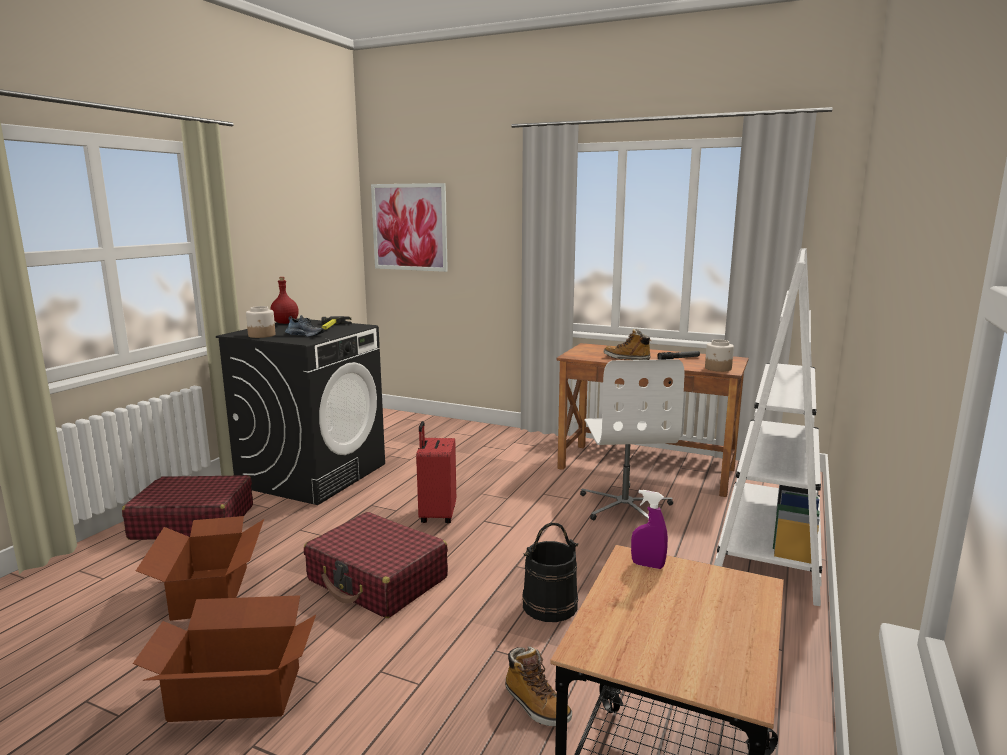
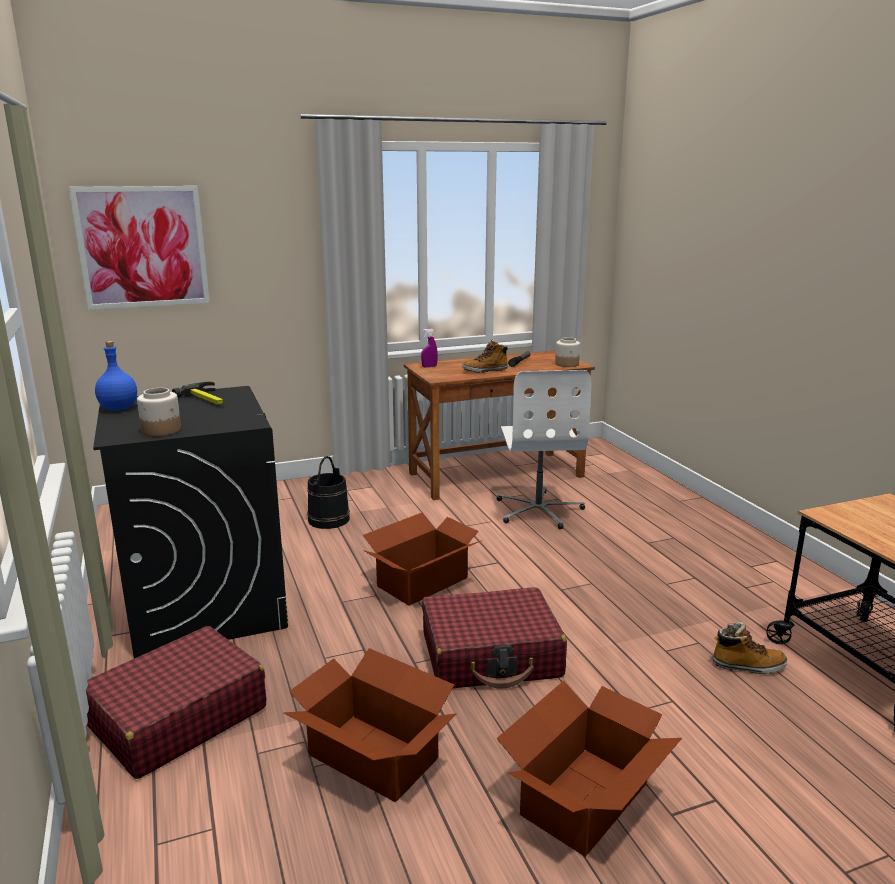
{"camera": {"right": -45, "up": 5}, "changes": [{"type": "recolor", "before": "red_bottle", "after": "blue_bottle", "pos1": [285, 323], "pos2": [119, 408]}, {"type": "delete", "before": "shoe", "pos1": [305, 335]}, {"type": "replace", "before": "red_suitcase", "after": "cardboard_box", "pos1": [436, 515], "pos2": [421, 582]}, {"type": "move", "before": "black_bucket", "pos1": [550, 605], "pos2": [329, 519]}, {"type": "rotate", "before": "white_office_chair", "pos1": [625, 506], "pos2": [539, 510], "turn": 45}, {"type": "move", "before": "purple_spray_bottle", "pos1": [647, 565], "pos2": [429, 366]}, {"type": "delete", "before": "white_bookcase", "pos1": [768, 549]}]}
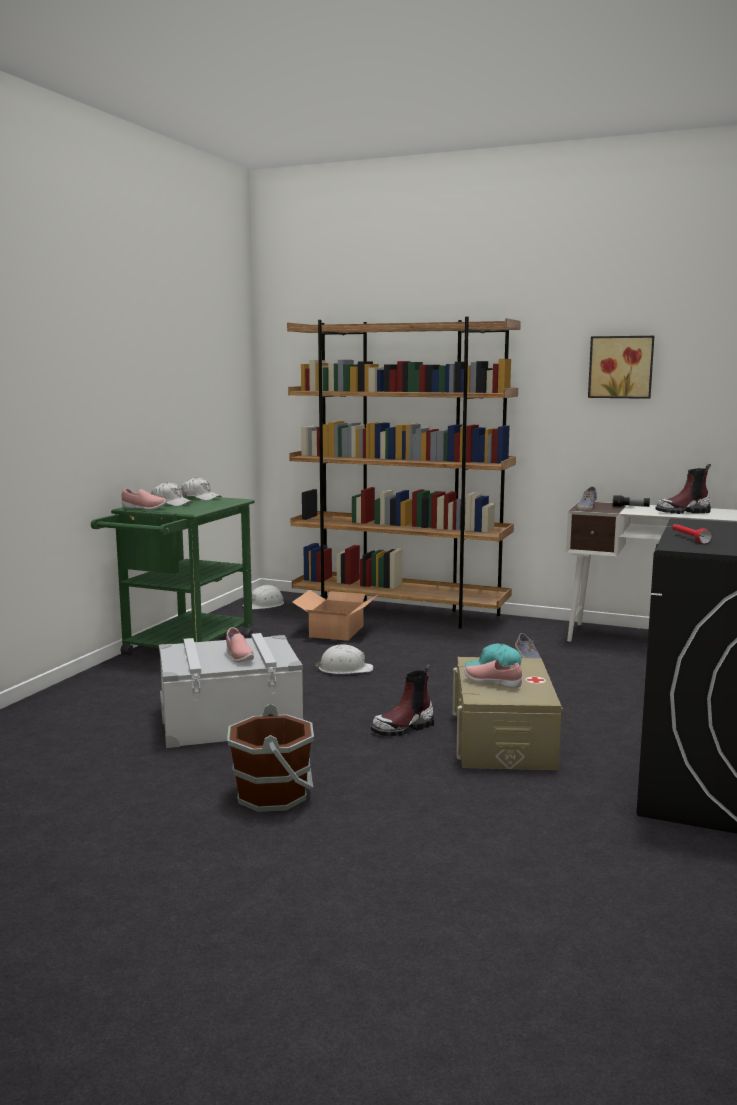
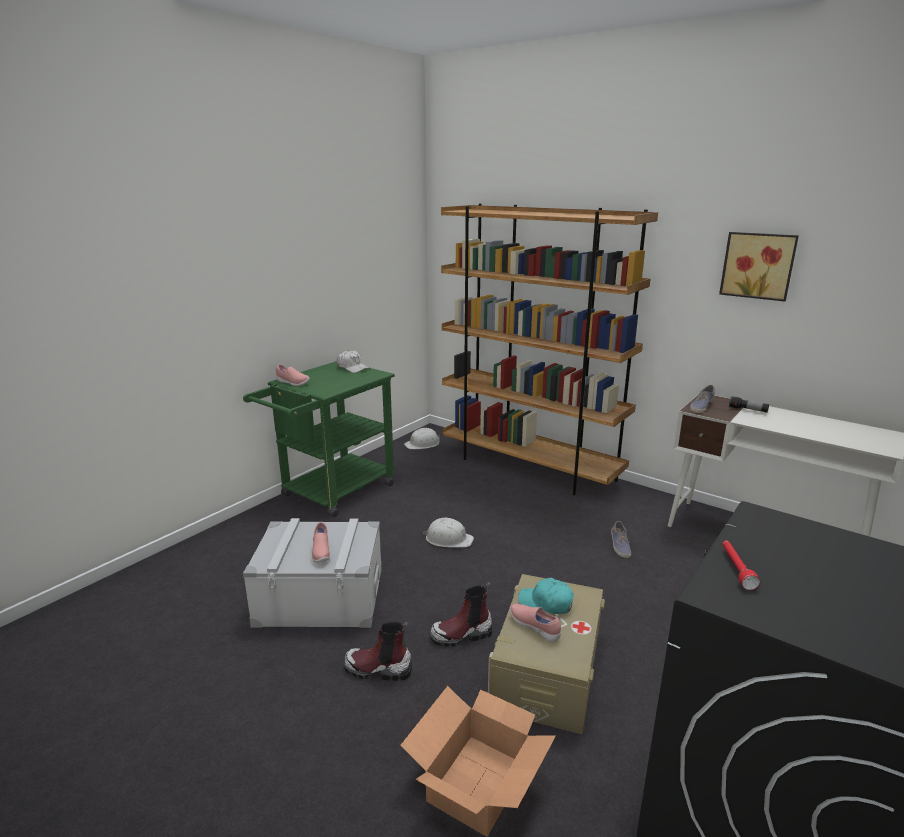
{"camera": {"right": 15, "up": 10}, "changes": [{"type": "delete", "before": "white_cap", "pos1": [171, 503]}, {"type": "delete", "before": "brown_bucket", "pos1": [273, 794]}, {"type": "move", "before": "cardboard_box", "pos1": [337, 631], "pos2": [479, 782]}, {"type": "move", "before": "boot", "pos1": [683, 512], "pos2": [378, 669]}]}
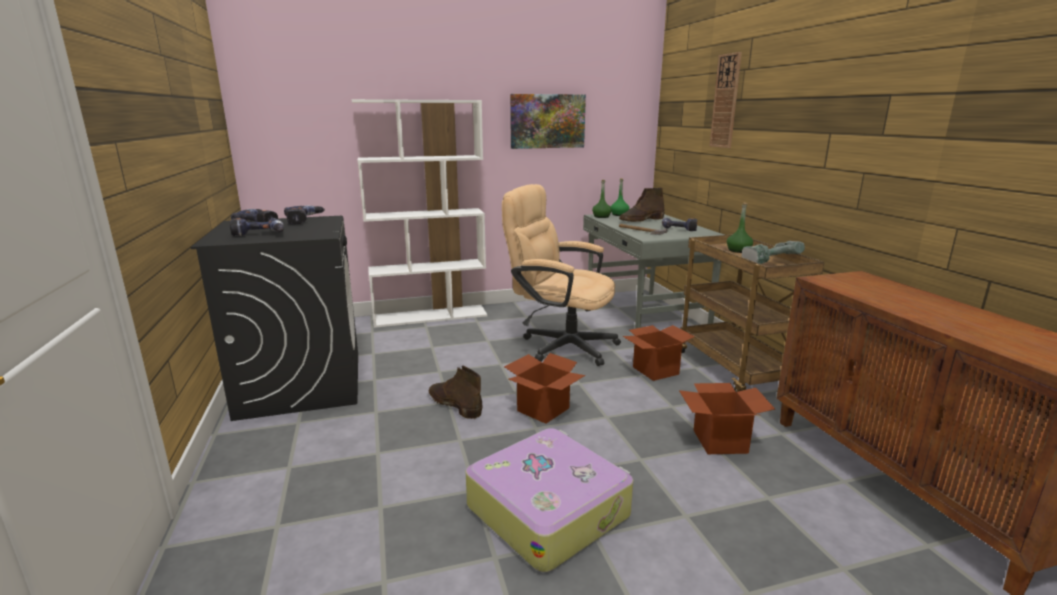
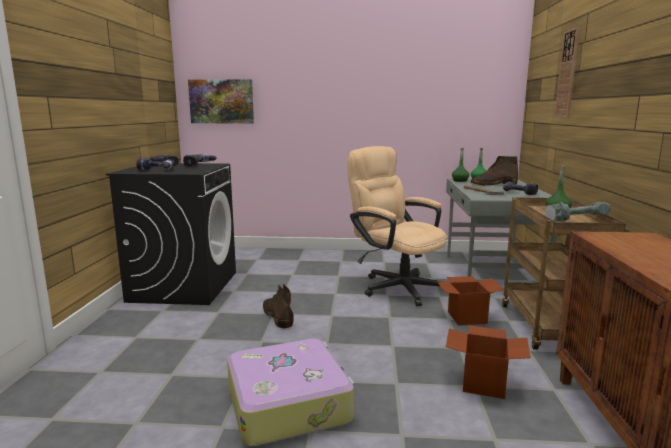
{"camera": {"right": 20, "up": -5}, "changes": [{"type": "delete", "before": "white_bookcase", "pos1": [430, 316]}, {"type": "delete", "before": "cardboard_box", "pos1": [543, 409]}, {"type": "move", "before": "picture", "pos1": [547, 121], "pos2": [221, 101]}]}
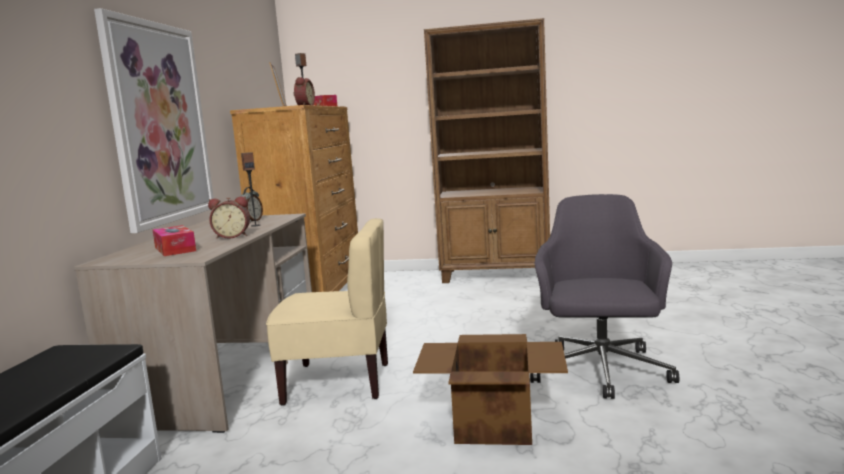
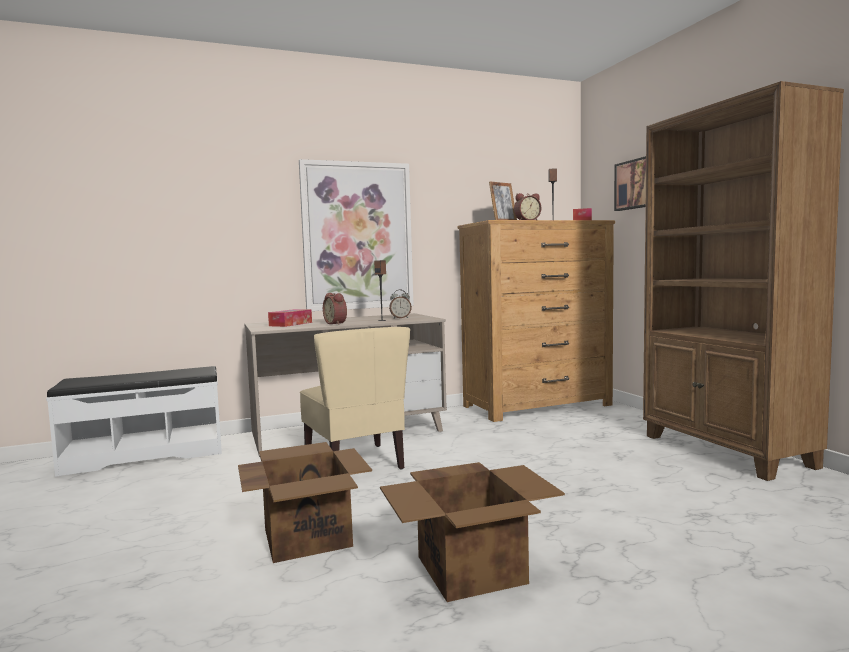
{"camera": {"right": 60, "up": -5}, "changes": [{"type": "replace", "before": "grey_office_chair", "after": "cardboard_box", "pos1": [601, 372], "pos2": [473, 569]}, {"type": "insert", "after": "picture", "pos2": [634, 184]}]}
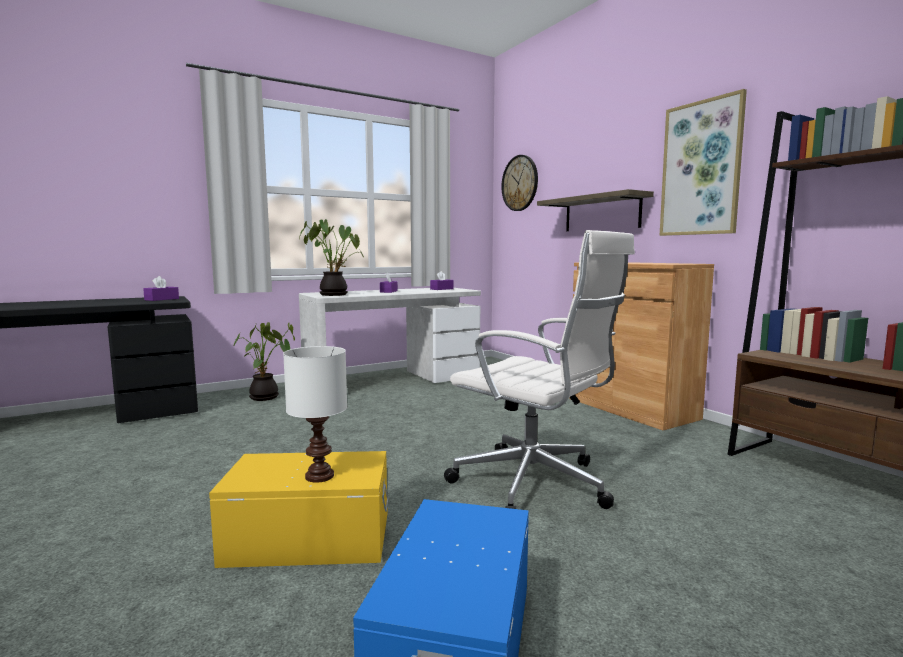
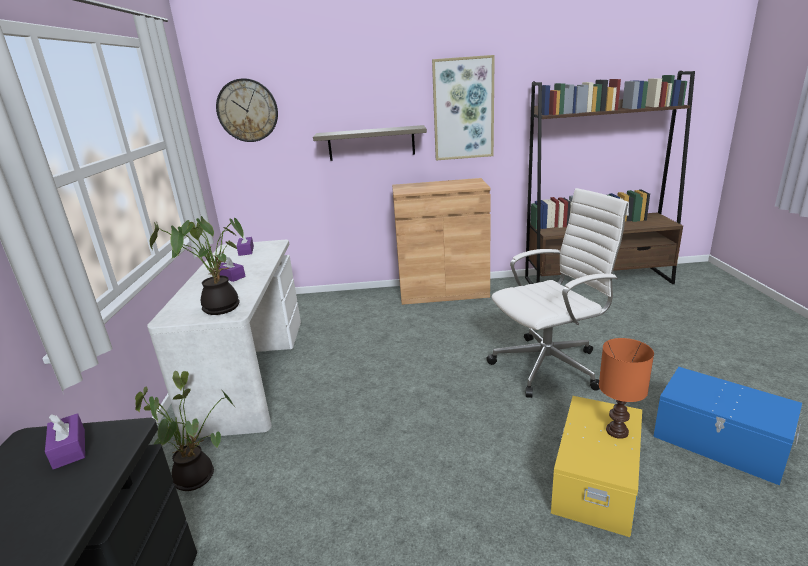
{"camera": {"right": -60, "up": 15}, "changes": [{"type": "recolor", "before": "white_table_lamp", "after": "orange_table_lamp", "pos1": [320, 476], "pos2": [618, 431]}]}
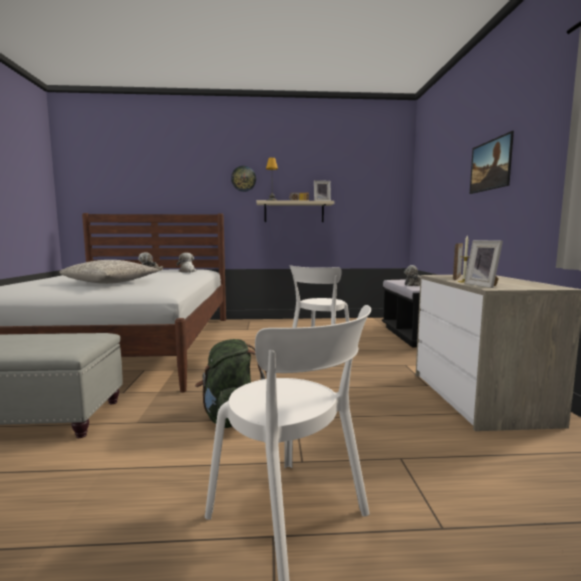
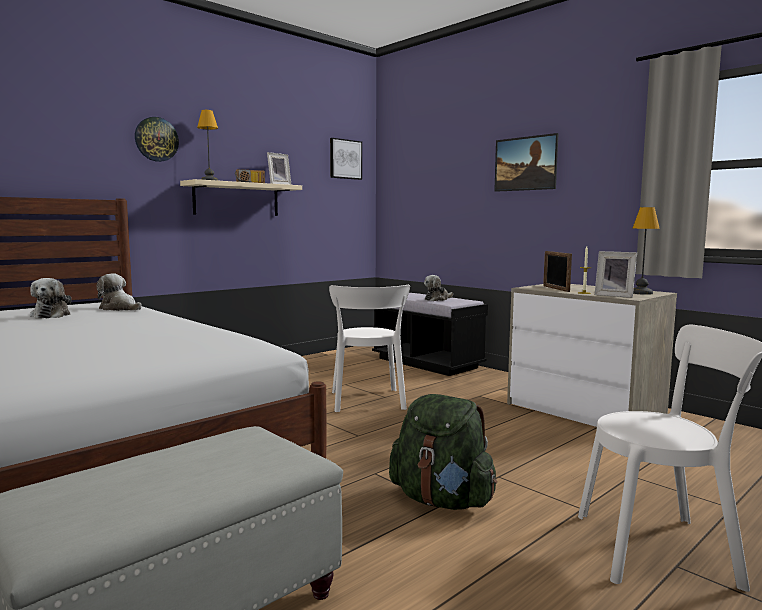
{"camera": {"right": -40, "up": 0}, "changes": [{"type": "delete", "before": "grey_pillow", "pos1": [111, 282]}, {"type": "insert", "after": "picture", "pos2": [345, 159]}, {"type": "insert", "after": "table_lamp", "pos2": [641, 293]}]}
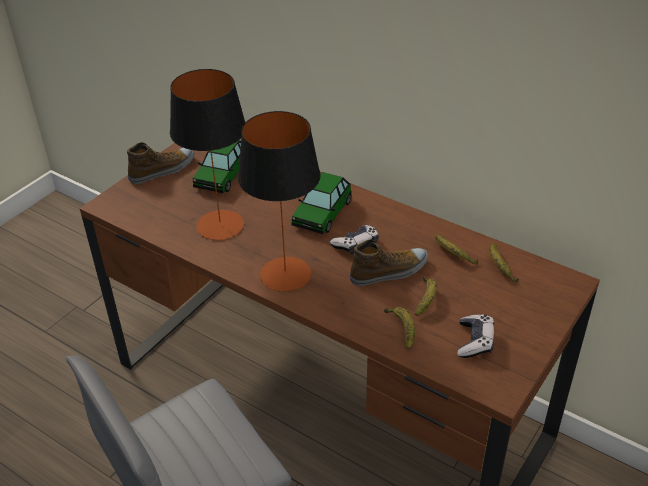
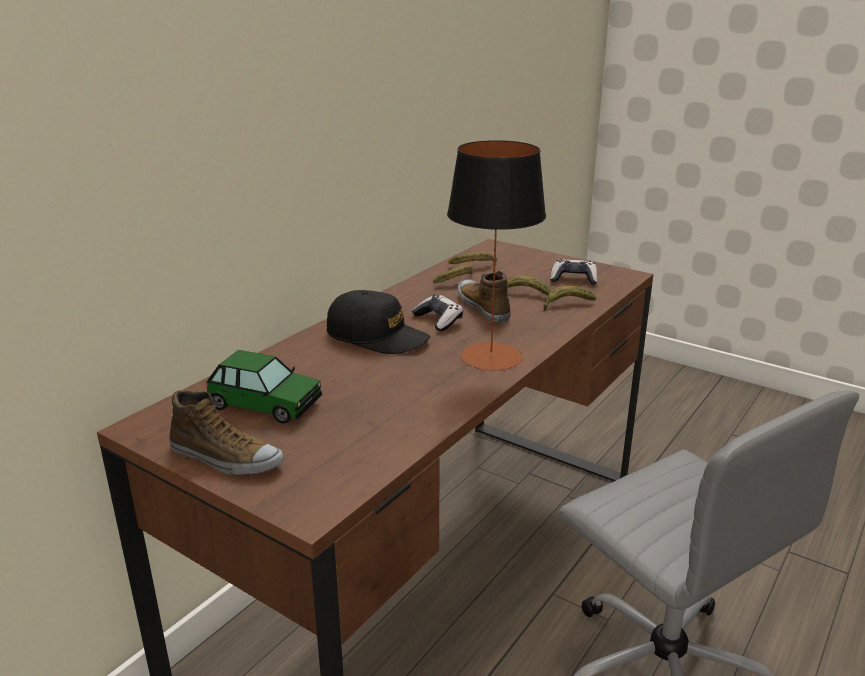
{"camera": {"right": -90, "up": -15}, "changes": [{"type": "rotate", "before": "shoe", "pos1": [163, 170], "pos2": [225, 458], "turn": 150}, {"type": "delete", "before": "table_lamp", "pos1": [220, 225]}, {"type": "replace", "before": "toy_car", "after": "black_cap", "pos1": [322, 213], "pos2": [377, 337]}]}
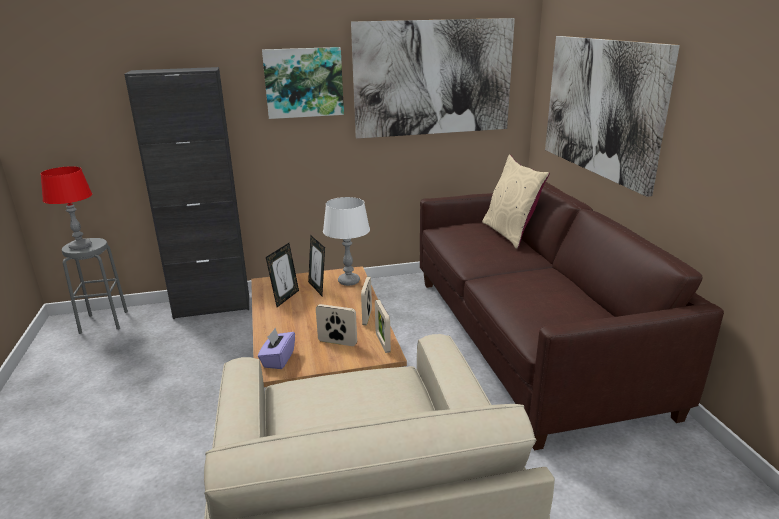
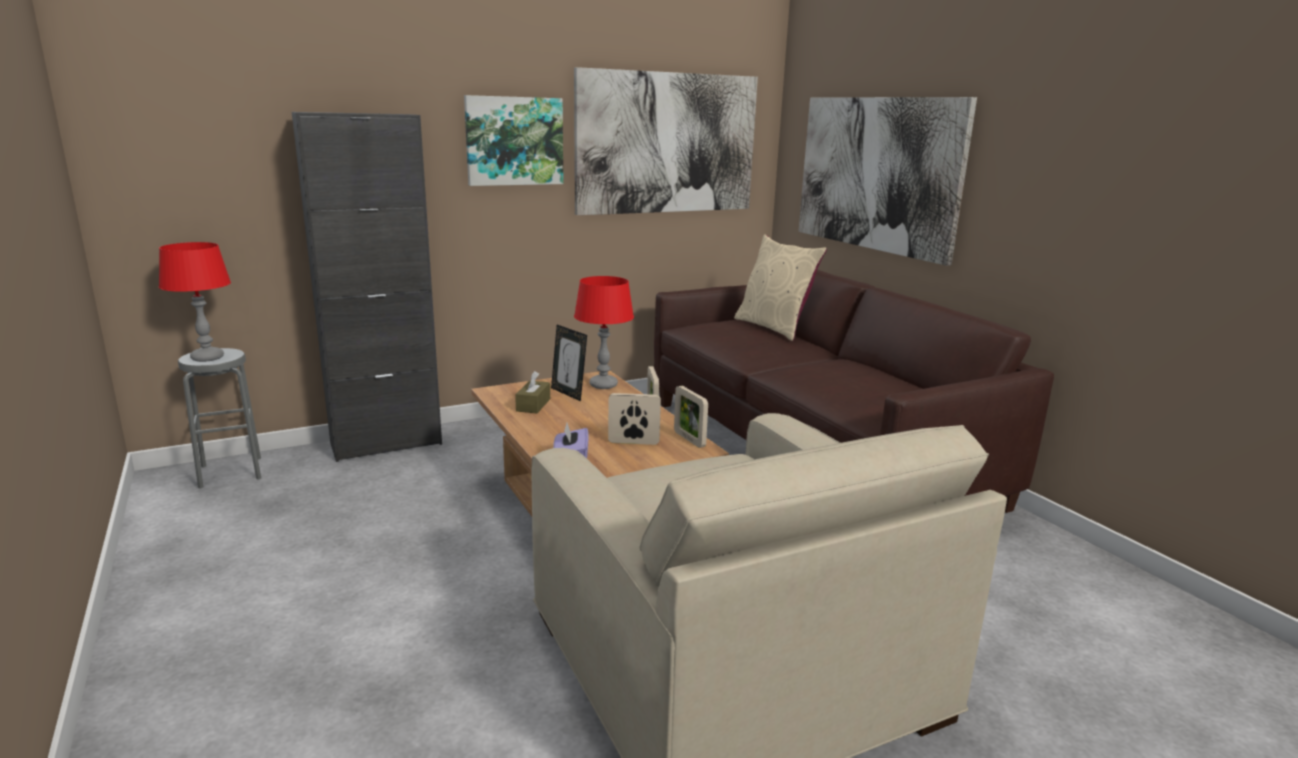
{"camera": {"right": -15, "up": -5}, "changes": [{"type": "replace", "before": "picture_frame", "after": "brown_tissue_box", "pos1": [285, 298], "pos2": [533, 405]}, {"type": "recolor", "before": "white_table_lamp", "after": "red_table_lamp", "pos1": [349, 281], "pos2": [603, 385]}]}
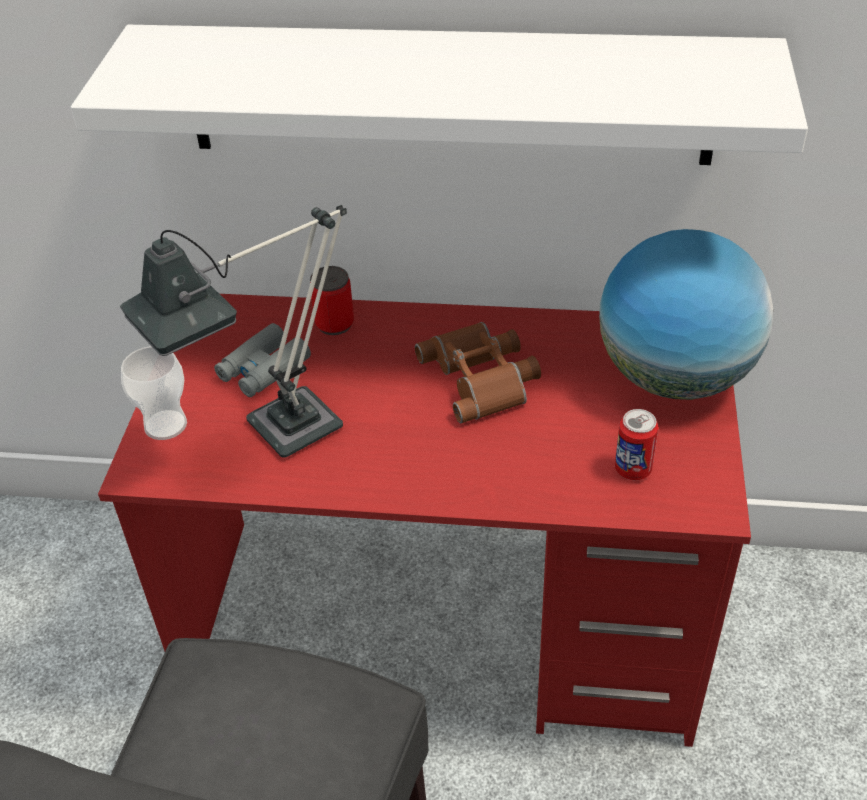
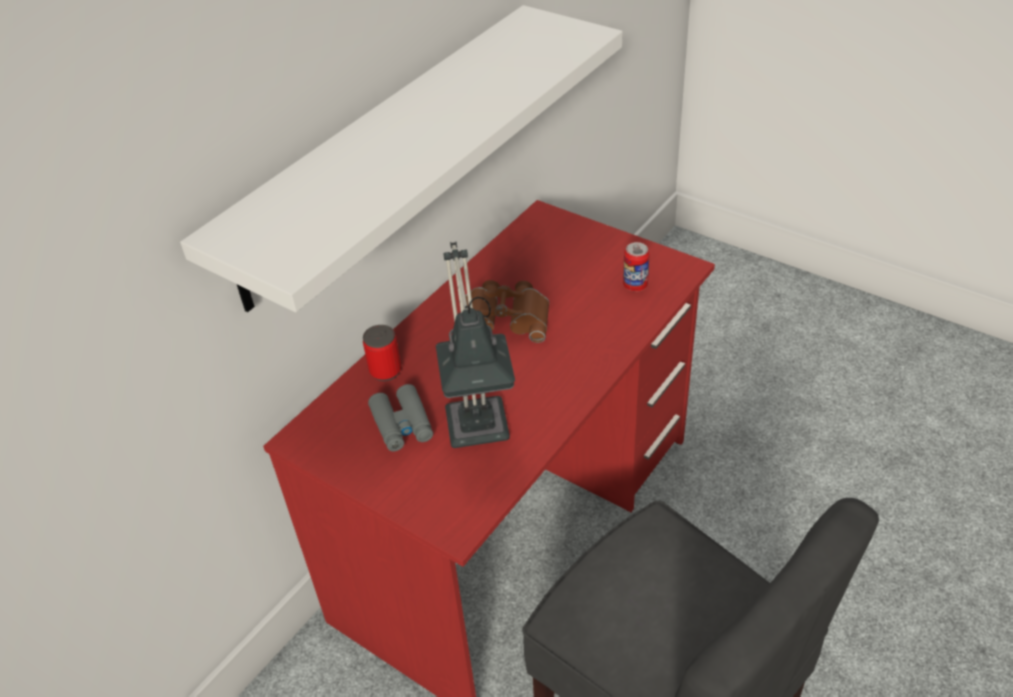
{"camera": {"right": -60, "up": 0}, "changes": [{"type": "delete", "before": "cup", "pos1": [165, 425]}, {"type": "delete", "before": "globe", "pos1": [674, 377]}]}
